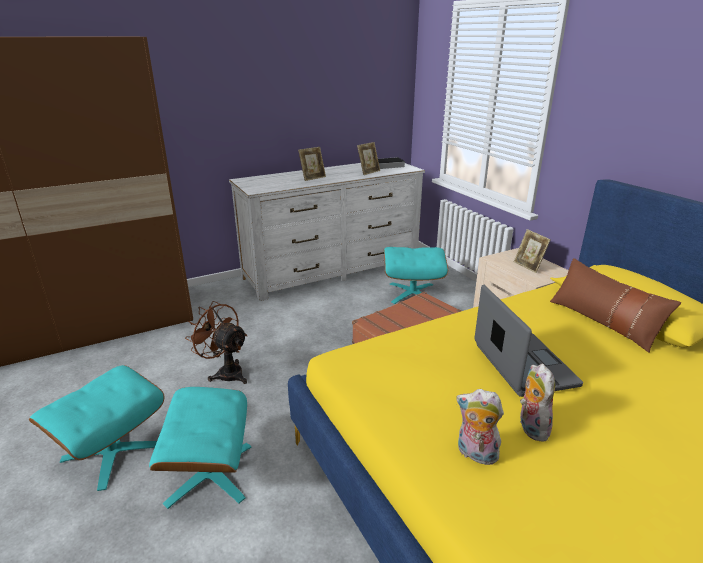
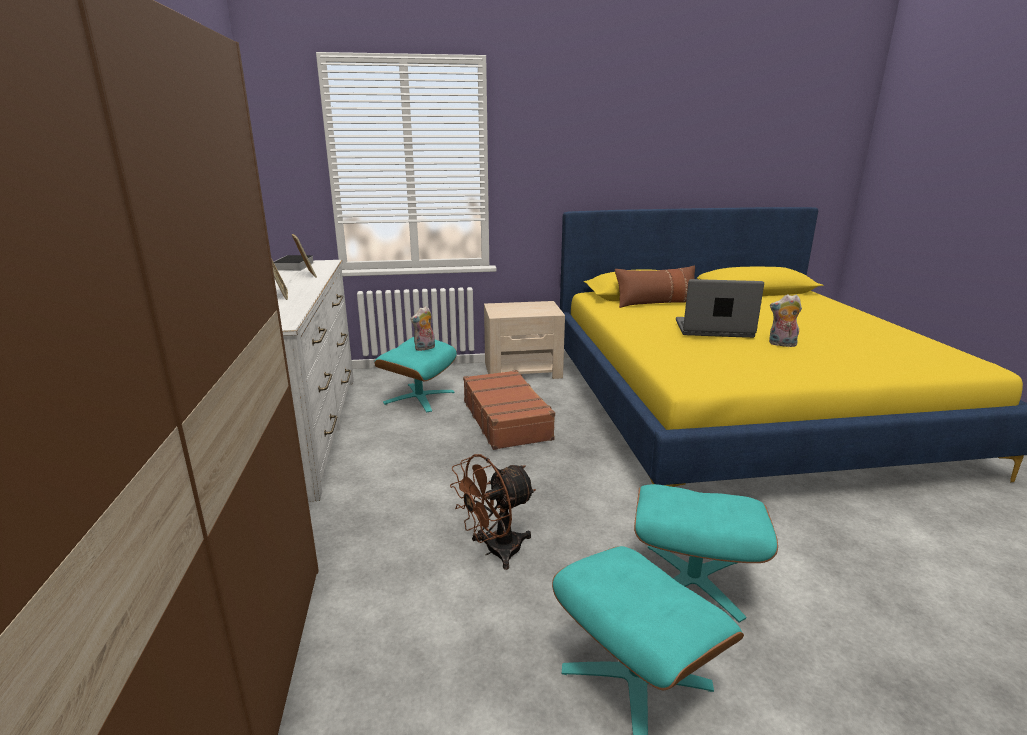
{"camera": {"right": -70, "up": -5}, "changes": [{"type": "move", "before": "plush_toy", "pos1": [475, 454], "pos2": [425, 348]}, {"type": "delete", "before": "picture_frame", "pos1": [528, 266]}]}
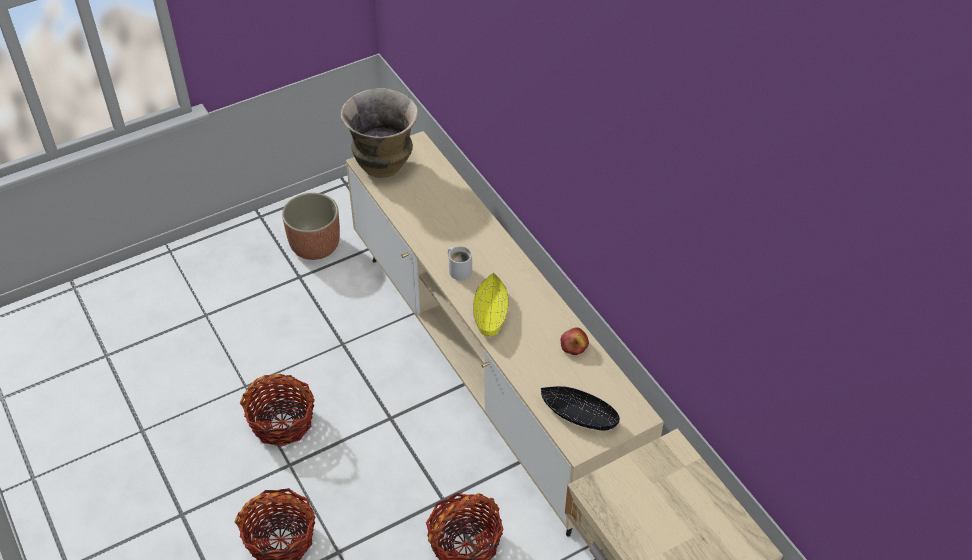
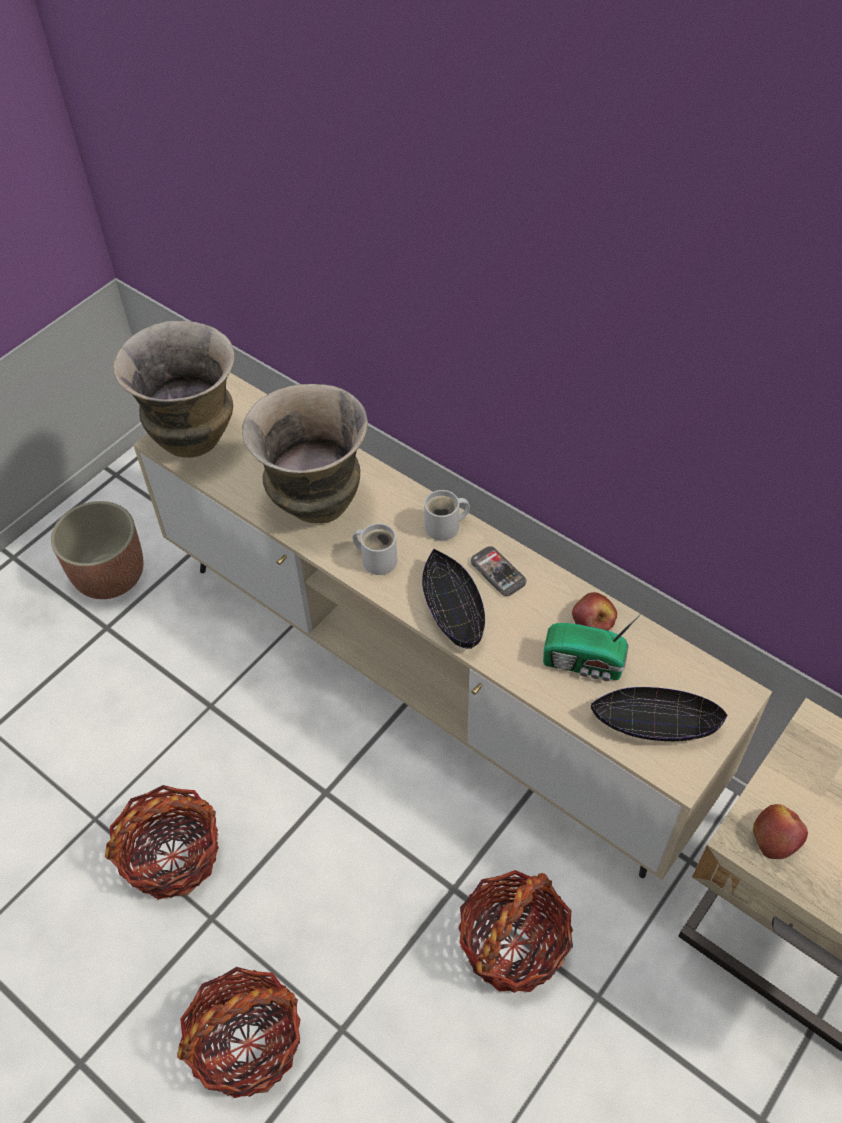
{"camera": {"right": -20, "up": 5}, "changes": [{"type": "recolor", "before": "yellow_bowl", "after": "black_bowl", "pos1": [490, 312], "pos2": [452, 609]}, {"type": "insert", "after": "vase", "pos2": [315, 503]}, {"type": "insert", "after": "white_mug", "pos2": [445, 527]}, {"type": "insert", "after": "phone", "pos2": [498, 572]}, {"type": "insert", "after": "radio", "pos2": [585, 664]}, {"type": "insert", "after": "apple", "pos2": [777, 835]}]}
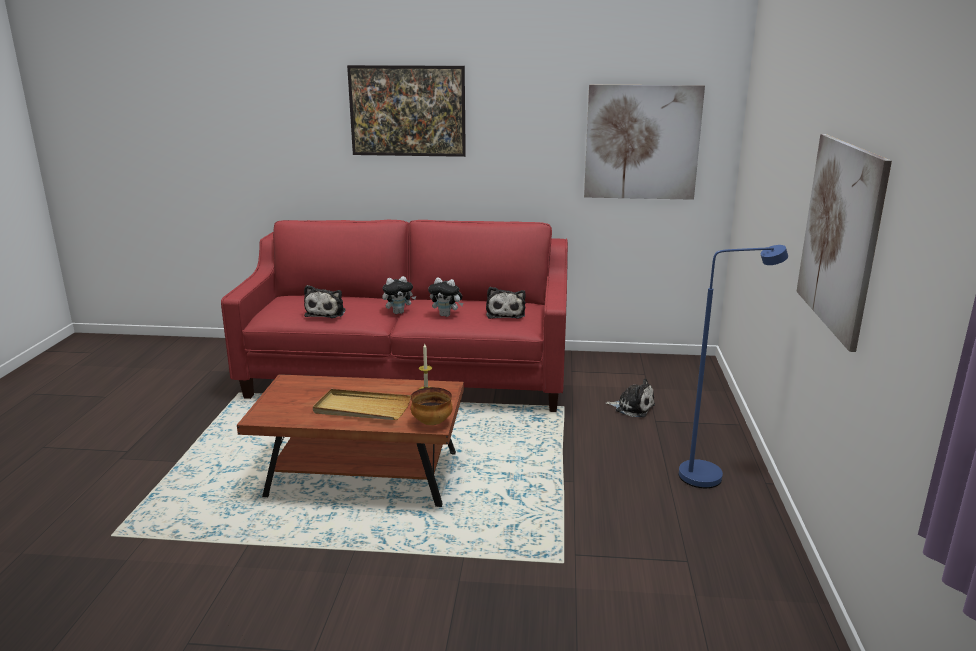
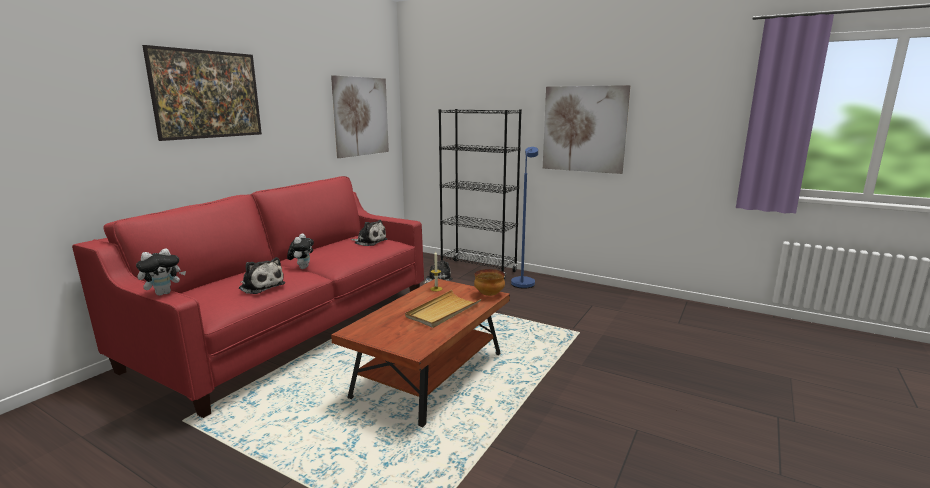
{"camera": {"right": -65, "up": -5}, "changes": [{"type": "move", "before": "plush_toy", "pos1": [446, 315], "pos2": [164, 293]}, {"type": "insert", "after": "black_bookcase", "pos2": [478, 269]}]}
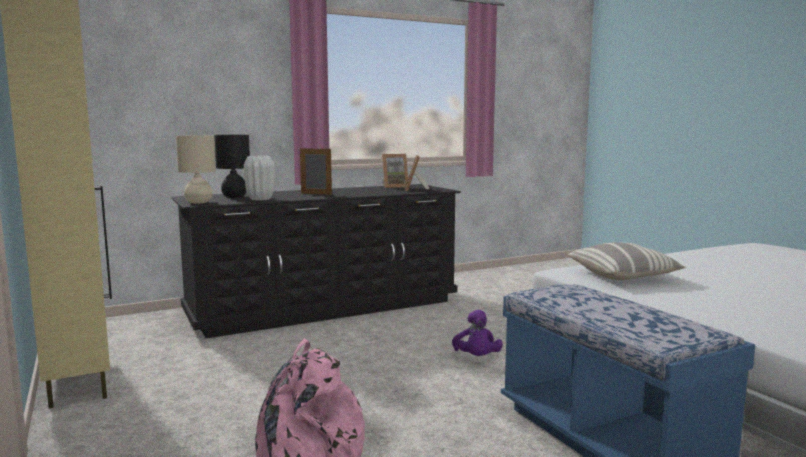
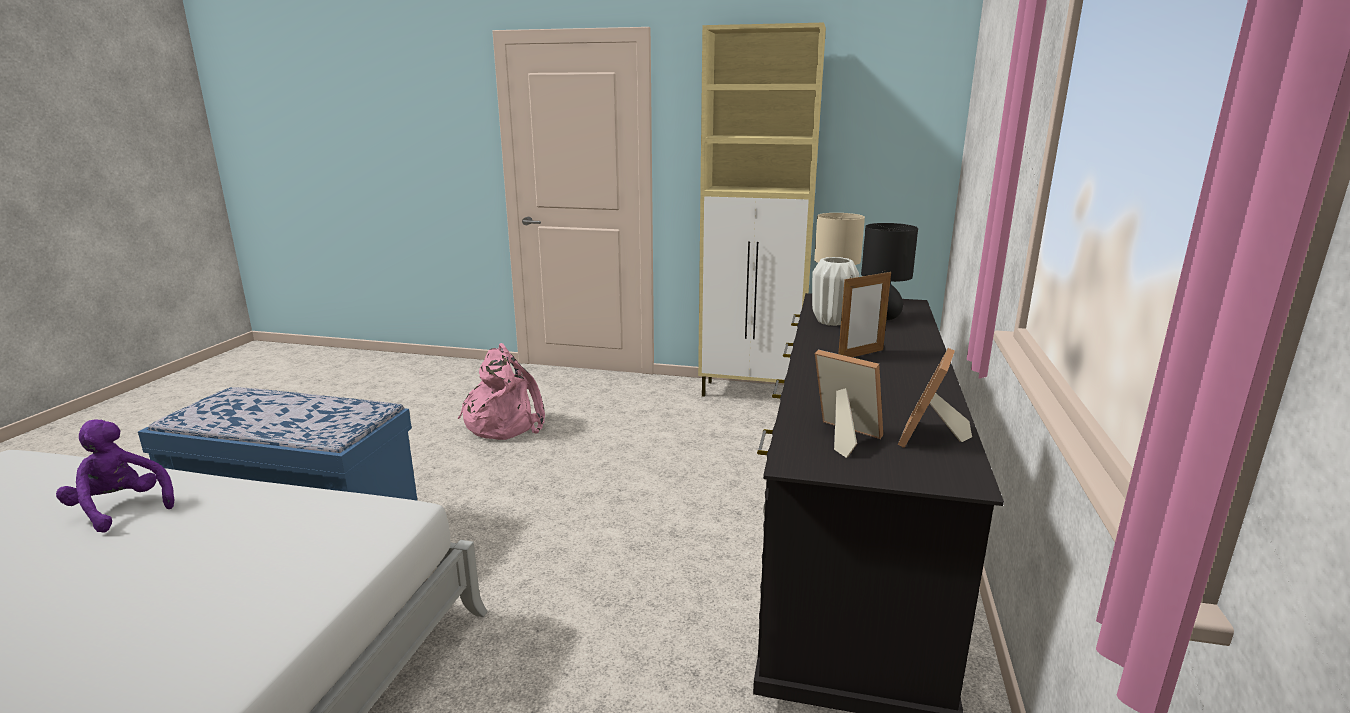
{"camera": {"right": 130, "up": 10}, "changes": [{"type": "move", "before": "purple_plush_toy", "pos1": [476, 358], "pos2": [121, 509]}, {"type": "delete", "before": "pillow", "pos1": [623, 276]}]}
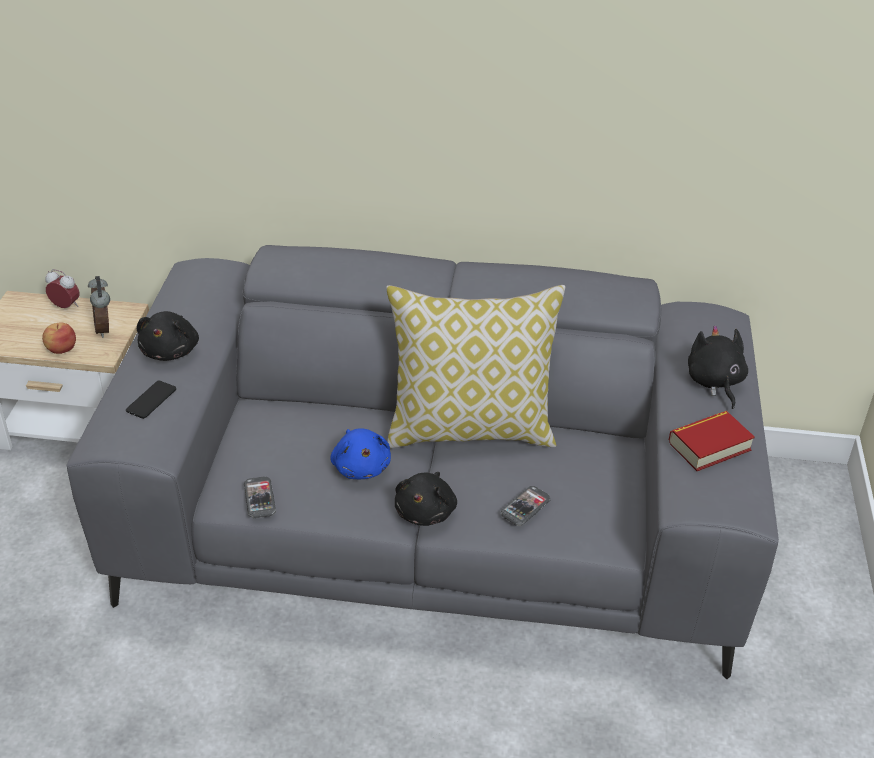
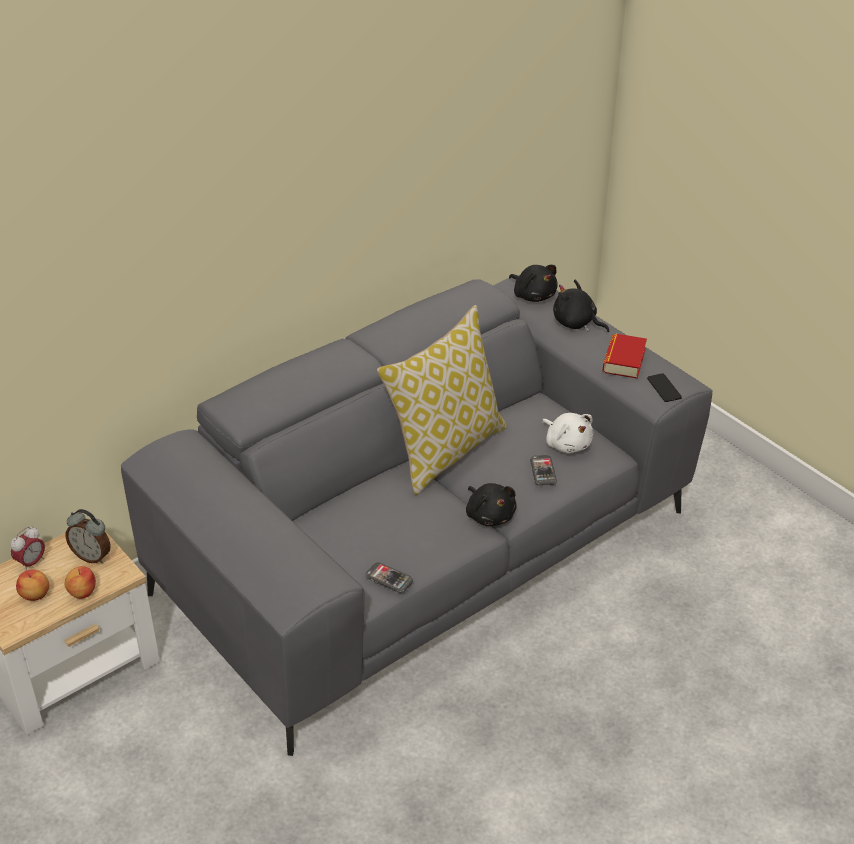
{"camera": {"right": -45, "up": 0}, "changes": [{"type": "rotate", "before": "alarm_clock", "pos1": [66, 307], "pos2": [31, 563], "turn": 150}, {"type": "move", "before": "phone", "pos1": [151, 400], "pos2": [664, 388]}, {"type": "move", "before": "black_plush_toy", "pos1": [171, 351], "pos2": [533, 295]}, {"type": "delete", "before": "blue_plush_toy", "pos1": [361, 466]}, {"type": "insert", "after": "apple", "pos2": [35, 595]}, {"type": "insert", "after": "white_plush_toy", "pos2": [567, 444]}]}
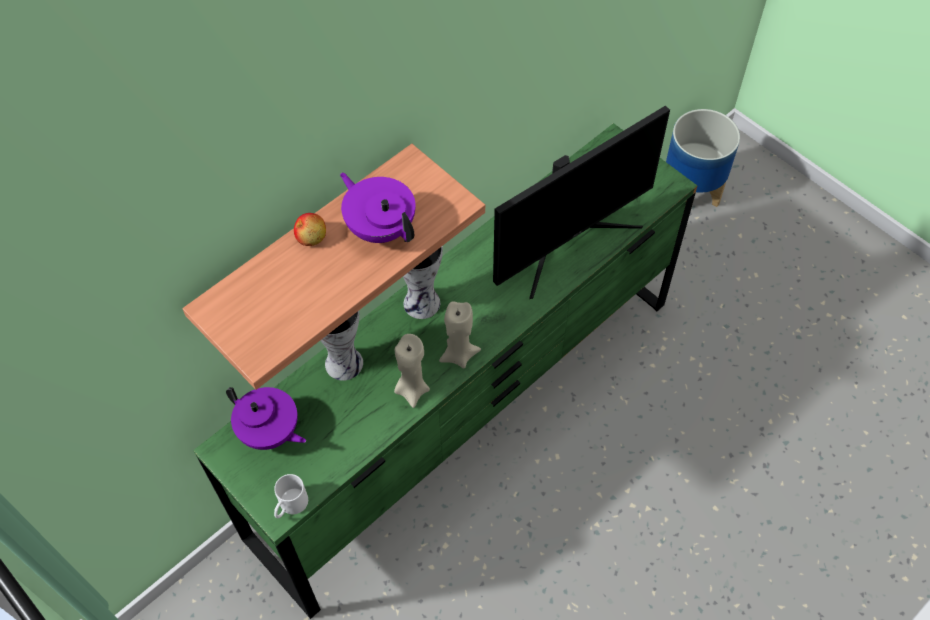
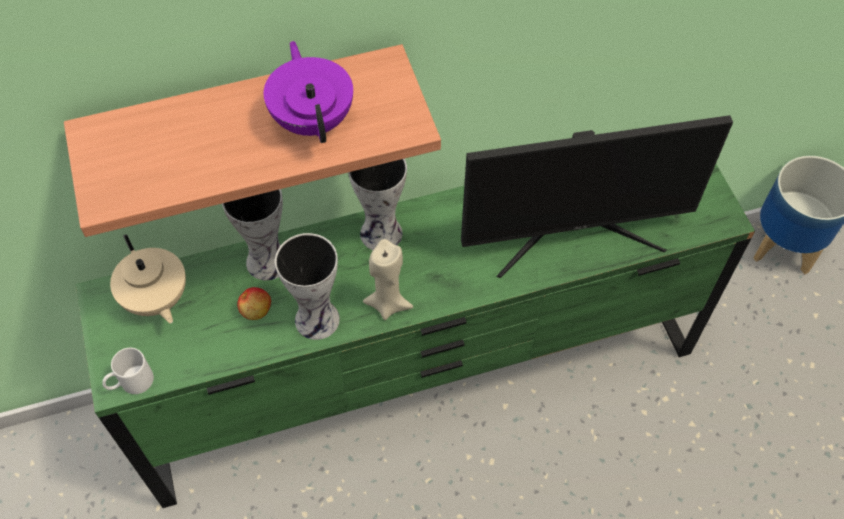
{"camera": {"right": 25, "up": 0}, "changes": [{"type": "recolor", "before": "purple_teapot", "after": "beige_teapot", "pos1": [270, 432], "pos2": [156, 299]}, {"type": "move", "before": "apple", "pos1": [312, 237], "pos2": [256, 310]}, {"type": "replace", "before": "beige_candle", "after": "vase", "pos1": [412, 389], "pos2": [319, 319]}]}
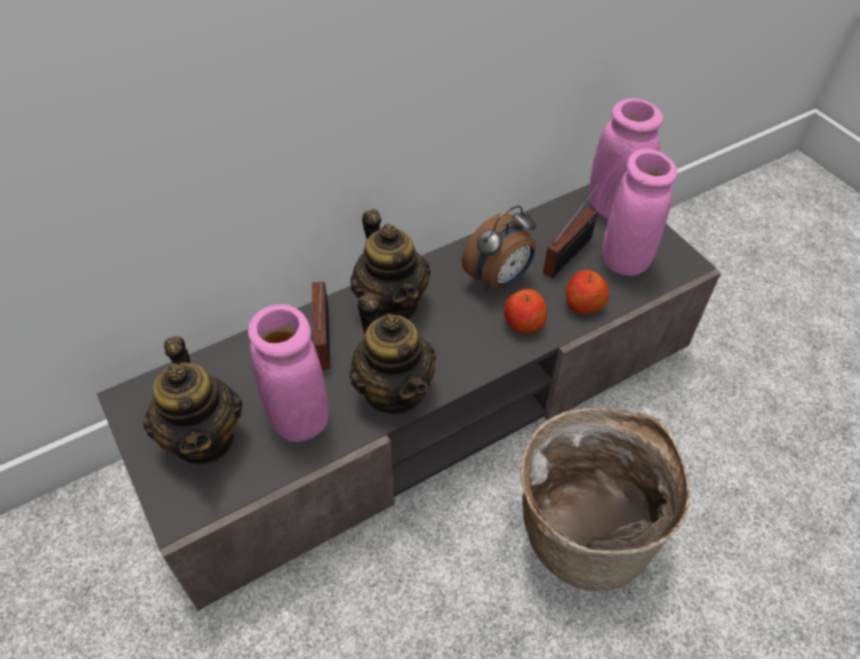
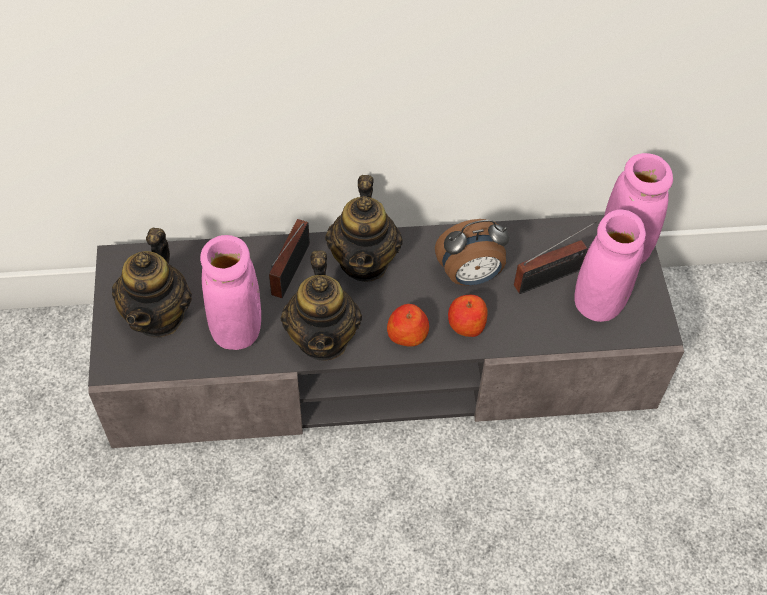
{"camera": {"right": 25, "up": 5}, "changes": [{"type": "delete", "before": "basket", "pos1": [585, 527]}, {"type": "move", "before": "apple", "pos1": [583, 304], "pos2": [407, 335]}]}
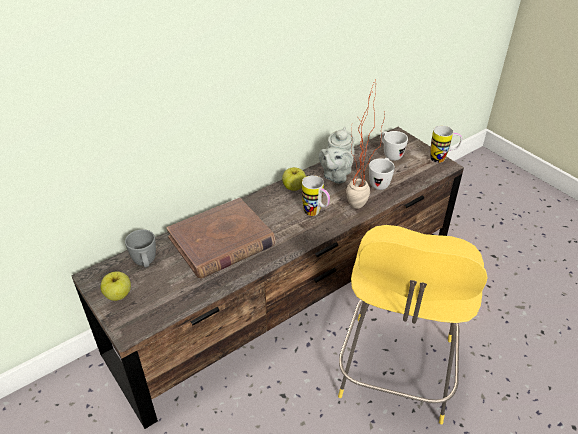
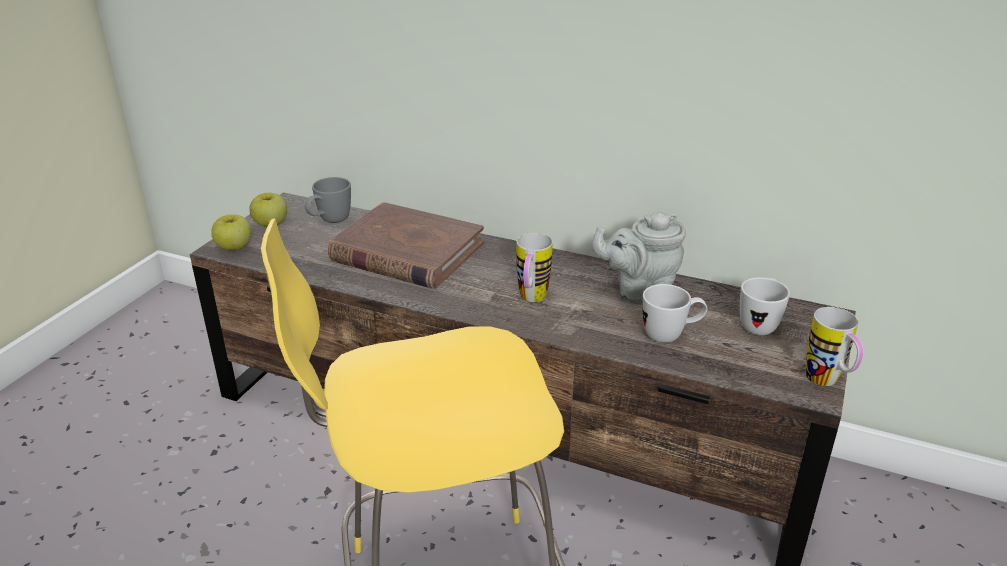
{"camera": {"right": 60, "up": -10}, "changes": [{"type": "move", "before": "apple", "pos1": [294, 187], "pos2": [234, 247]}, {"type": "delete", "before": "potted_plant", "pos1": [357, 210]}]}
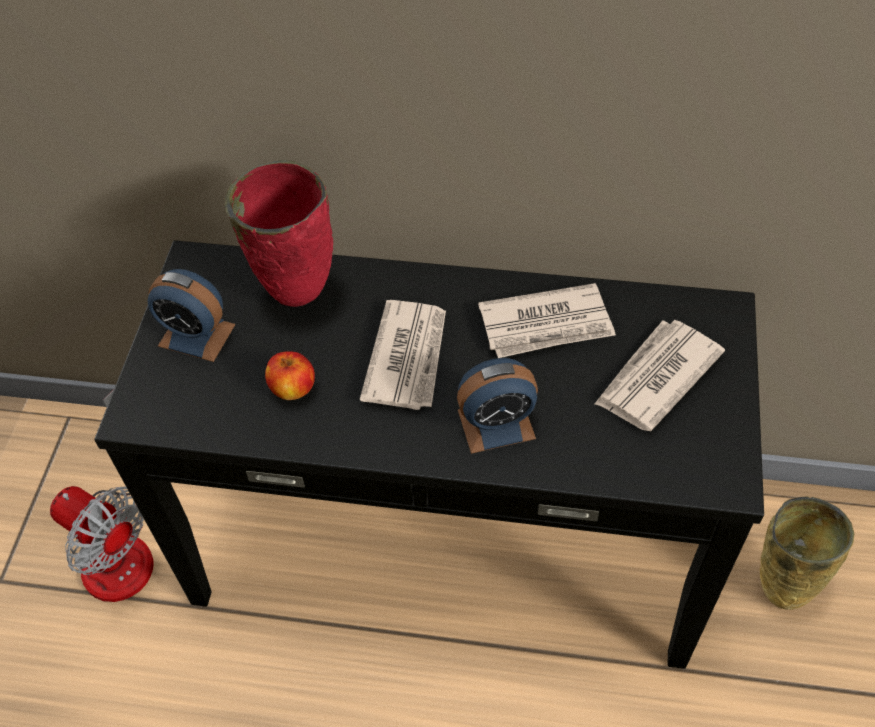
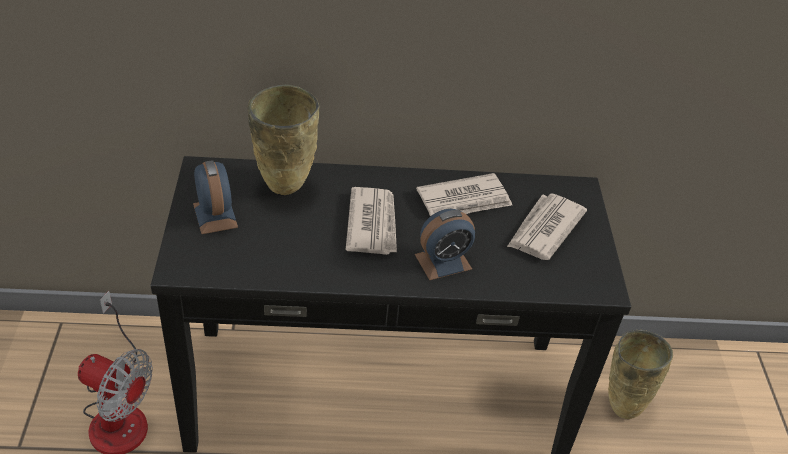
{"camera": {"right": -15, "up": -10}, "changes": [{"type": "rotate", "before": "alarm_clock", "pos1": [196, 335], "pos2": [215, 215], "turn": -120}, {"type": "recolor", "before": "red_vase", "after": "beige_vase", "pos1": [296, 296], "pos2": [284, 188]}, {"type": "delete", "before": "apple", "pos1": [293, 389]}]}
